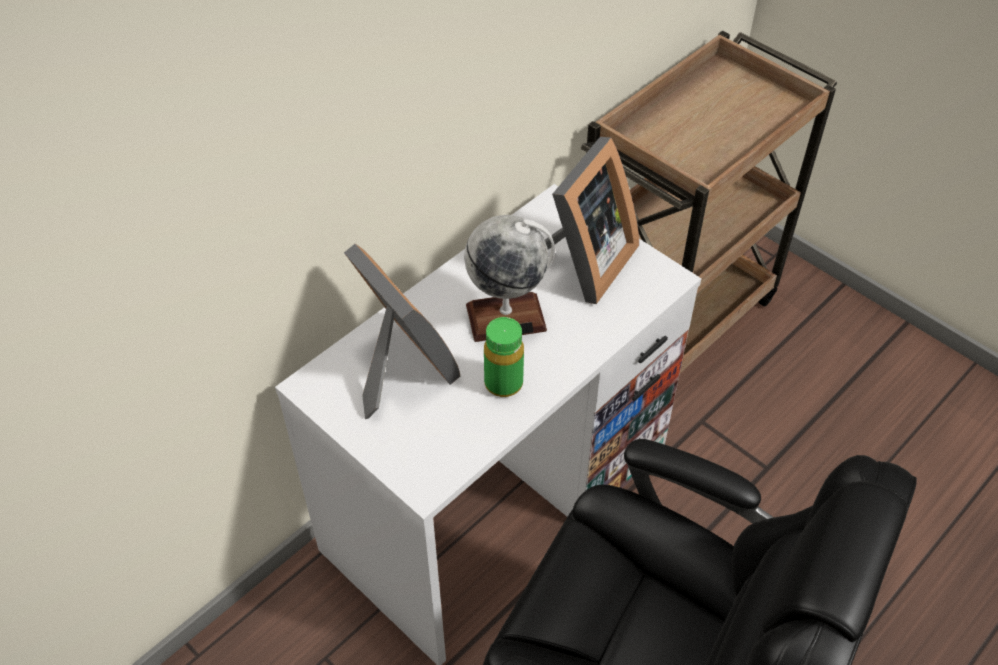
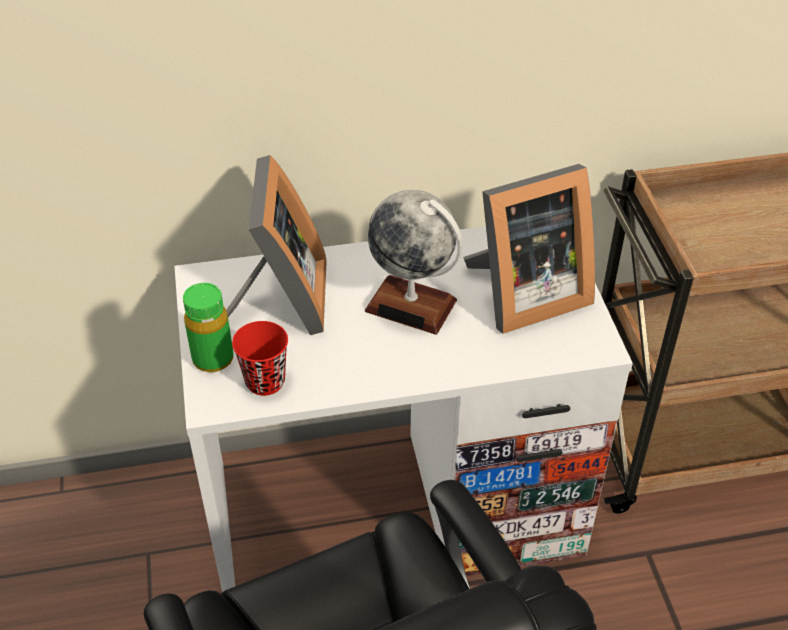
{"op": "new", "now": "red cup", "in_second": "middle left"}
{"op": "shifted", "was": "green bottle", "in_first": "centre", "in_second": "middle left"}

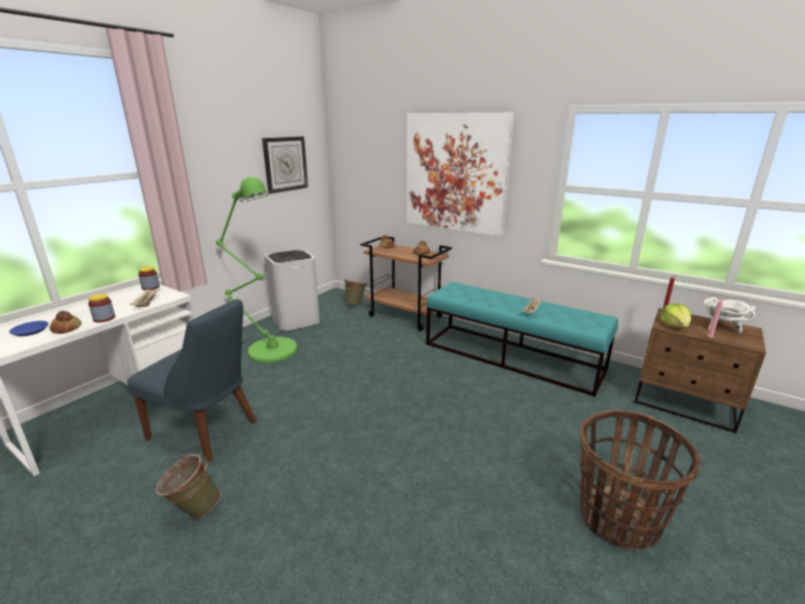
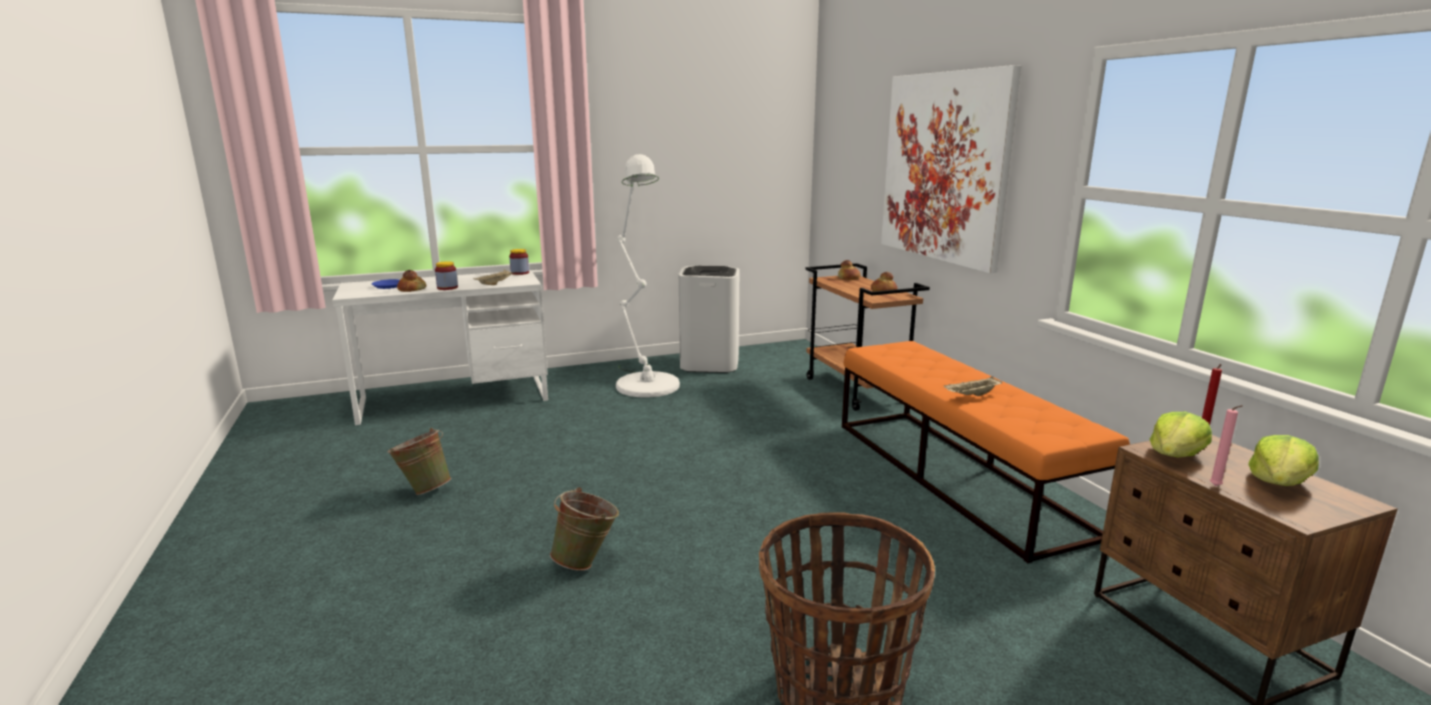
{"op": "gone", "was": "blue chair", "in_first": "middle left"}
{"op": "gone", "was": "wall clock", "in_first": "top centre"}
{"op": "shifted", "was": "green bucket (no. 2 from left)", "in_first": "centre", "in_second": "bottom centre"}
{"op": "swapped", "was": "white cooking pot", "now": "lettuce (no. 2 from left)", "in_first": "middle right", "in_second": "middle right"}
{"op": "repainted", "was": "green floor lamp", "now": "white floor lamp", "in_first": "middle left", "in_second": "centre"}
{"op": "repainted", "was": "turquoise bench", "now": "orange bench", "in_first": "centre", "in_second": "middle right"}

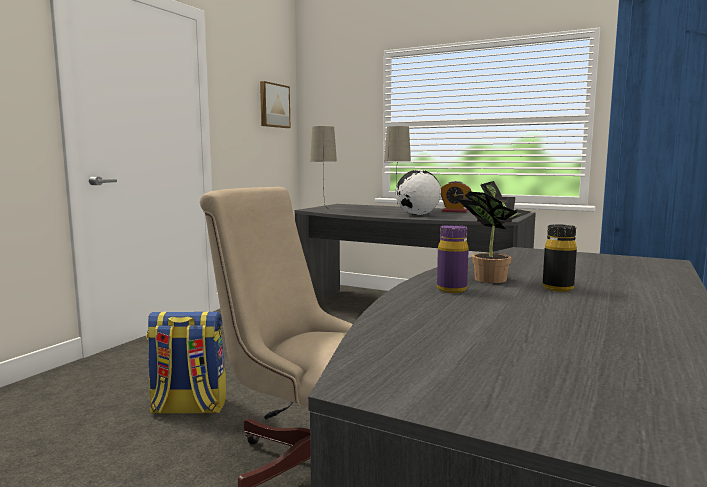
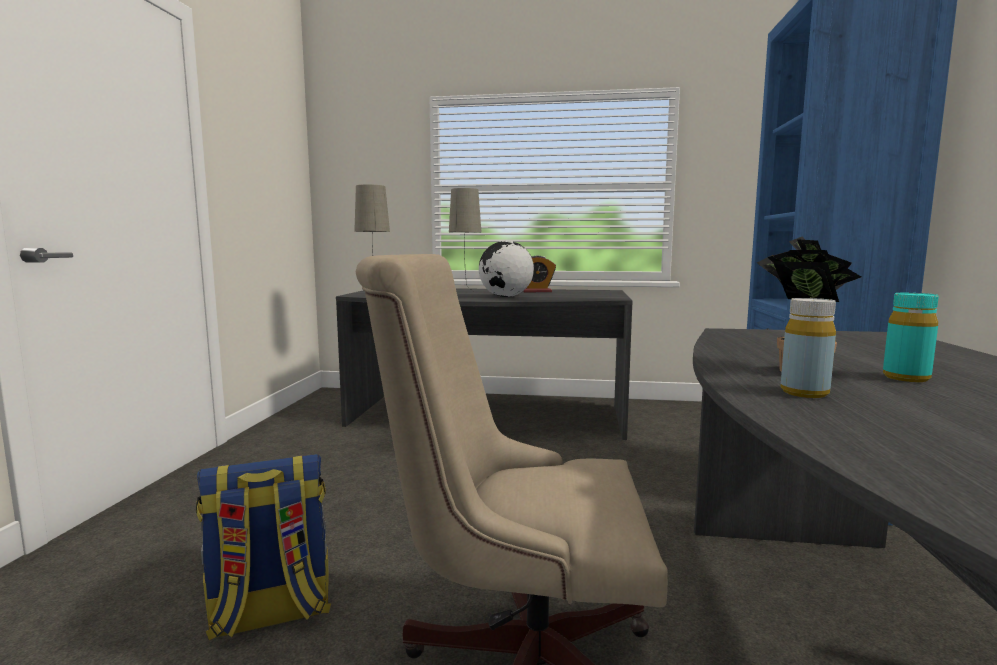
{"op": "gone", "was": "picture", "in_first": "top centre"}
{"op": "repainted", "was": "purple bottle", "now": "yellow bottle", "in_first": "centre", "in_second": "middle right"}
{"op": "repainted", "was": "black bottle", "now": "turquoise bottle", "in_first": "middle right", "in_second": "middle right"}

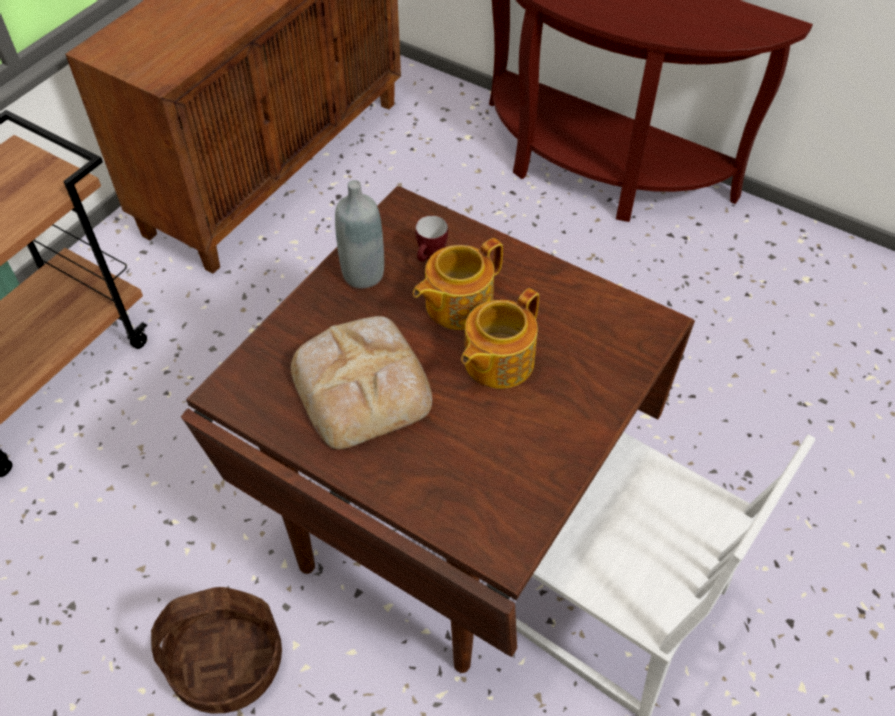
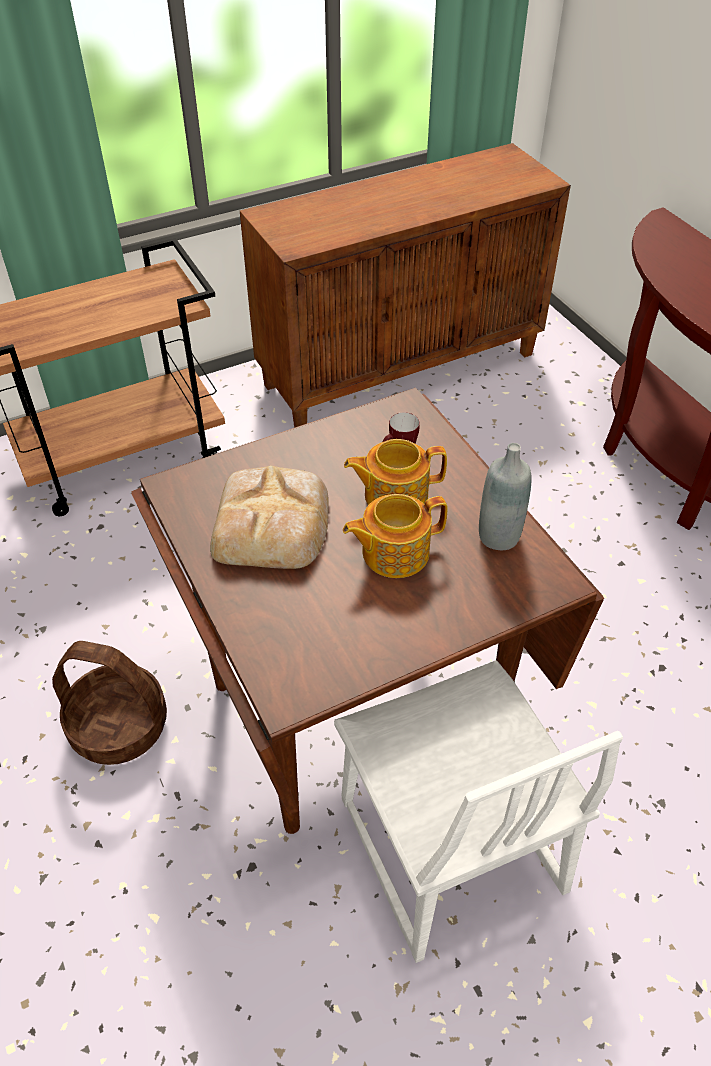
{"op": "shifted", "was": "grey bottle", "in_first": "top centre", "in_second": "middle right"}

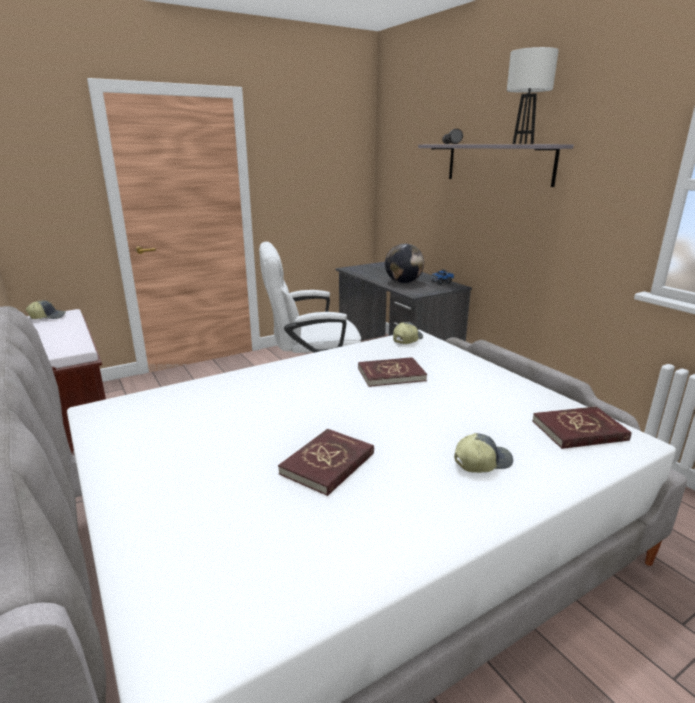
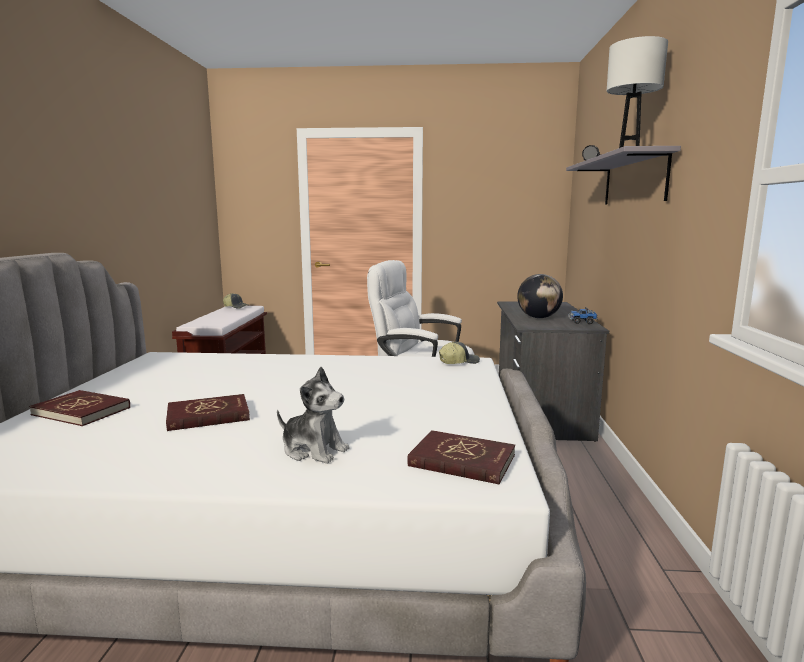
{"op": "shifted", "was": "red book (no. 2 from left in the first image)", "now": "red book (no. 1 from left)", "in_first": "centre", "in_second": "middle left"}
{"op": "swapped", "was": "cap (no. 3 from left)", "now": "plush toy", "in_first": "middle right", "in_second": "centre"}

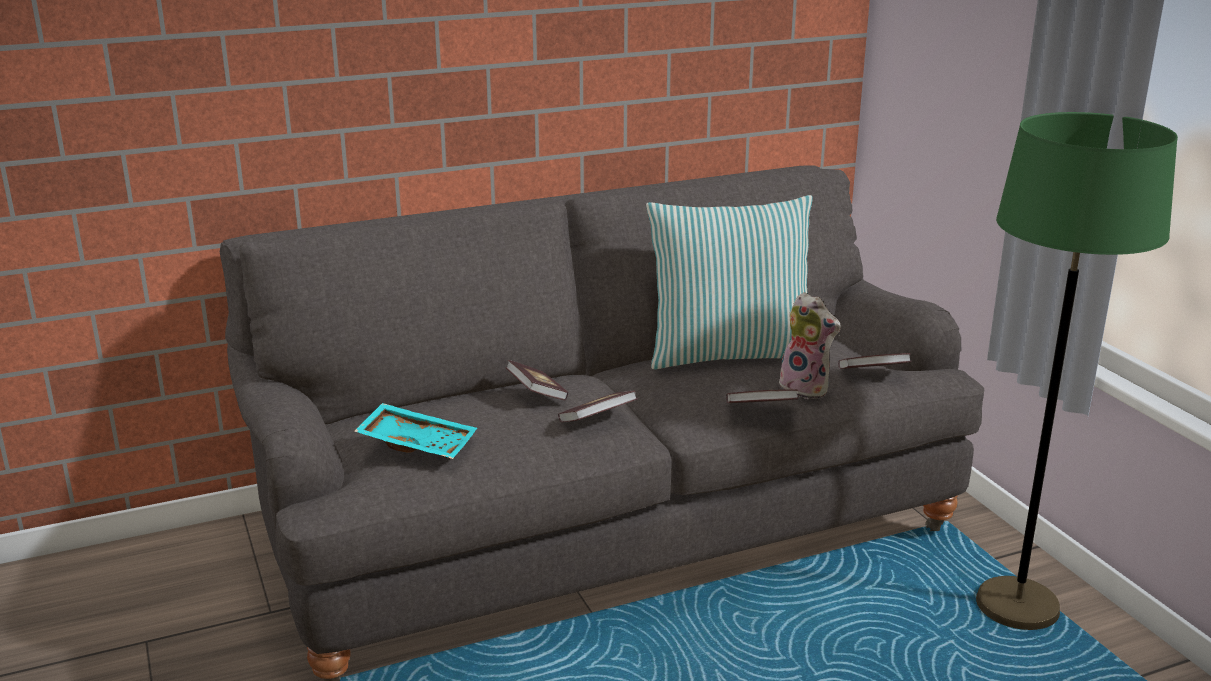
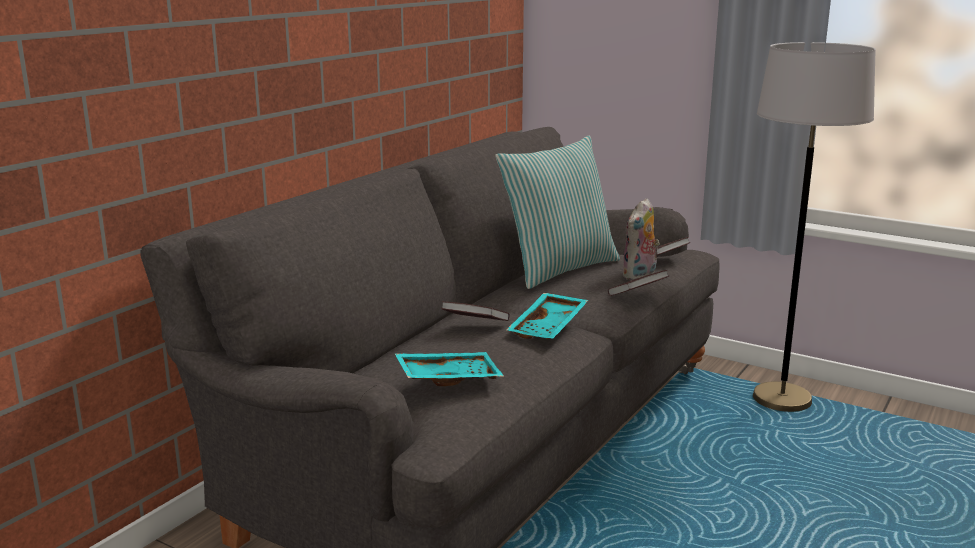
{"op": "swapped", "was": "book (no. 2 from left)", "now": "turquoise tray (no. 2 from left)", "in_first": "centre", "in_second": "centre"}
{"op": "repainted", "was": "green floor lamp", "now": "grey floor lamp", "in_first": "middle right", "in_second": "middle right"}
{"op": "rotated", "was": "plush toy", "in_first": "middle right", "in_second": "centre", "clockwise": 120}

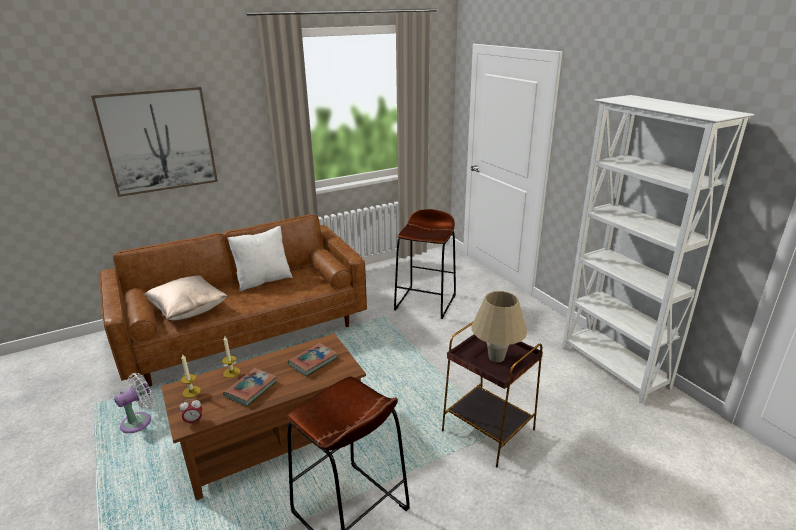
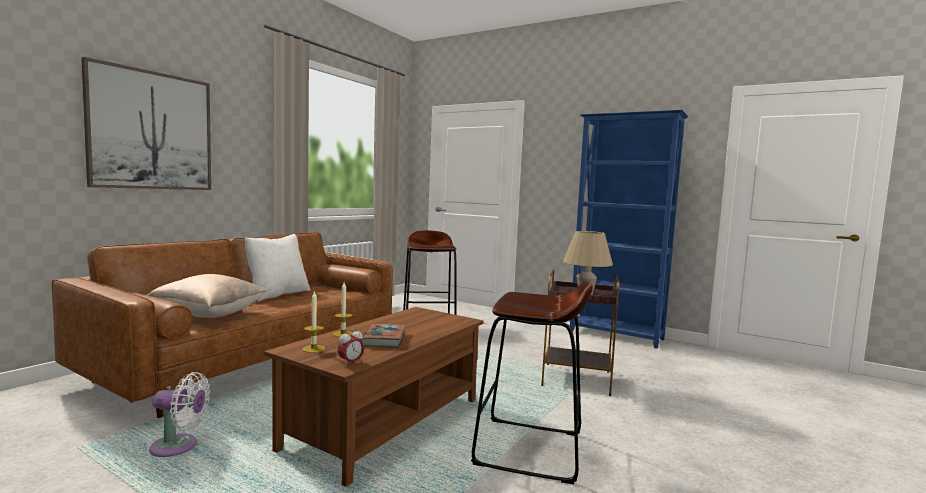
{"op": "gone", "was": "book (no. 2 from left)", "in_first": "bottom centre"}
{"op": "repainted", "was": "white bookcase", "now": "blue bookcase", "in_first": "middle right", "in_second": "middle right"}
{"op": "rotated", "was": "white fan", "in_first": "bottom left", "in_second": "bottom left", "clockwise": 75}

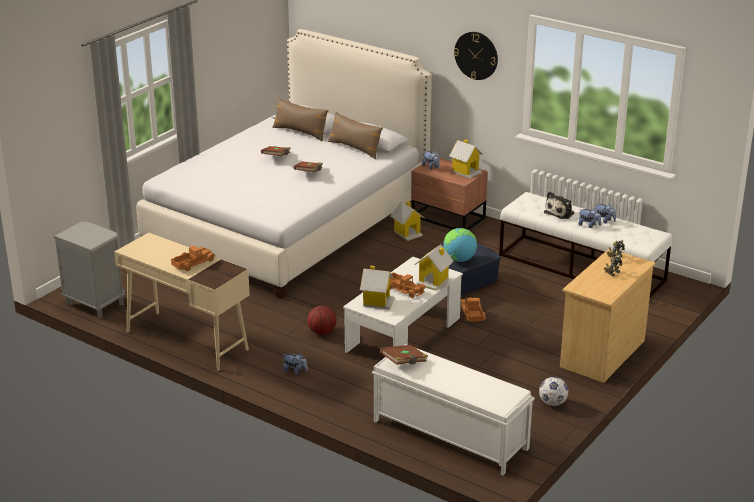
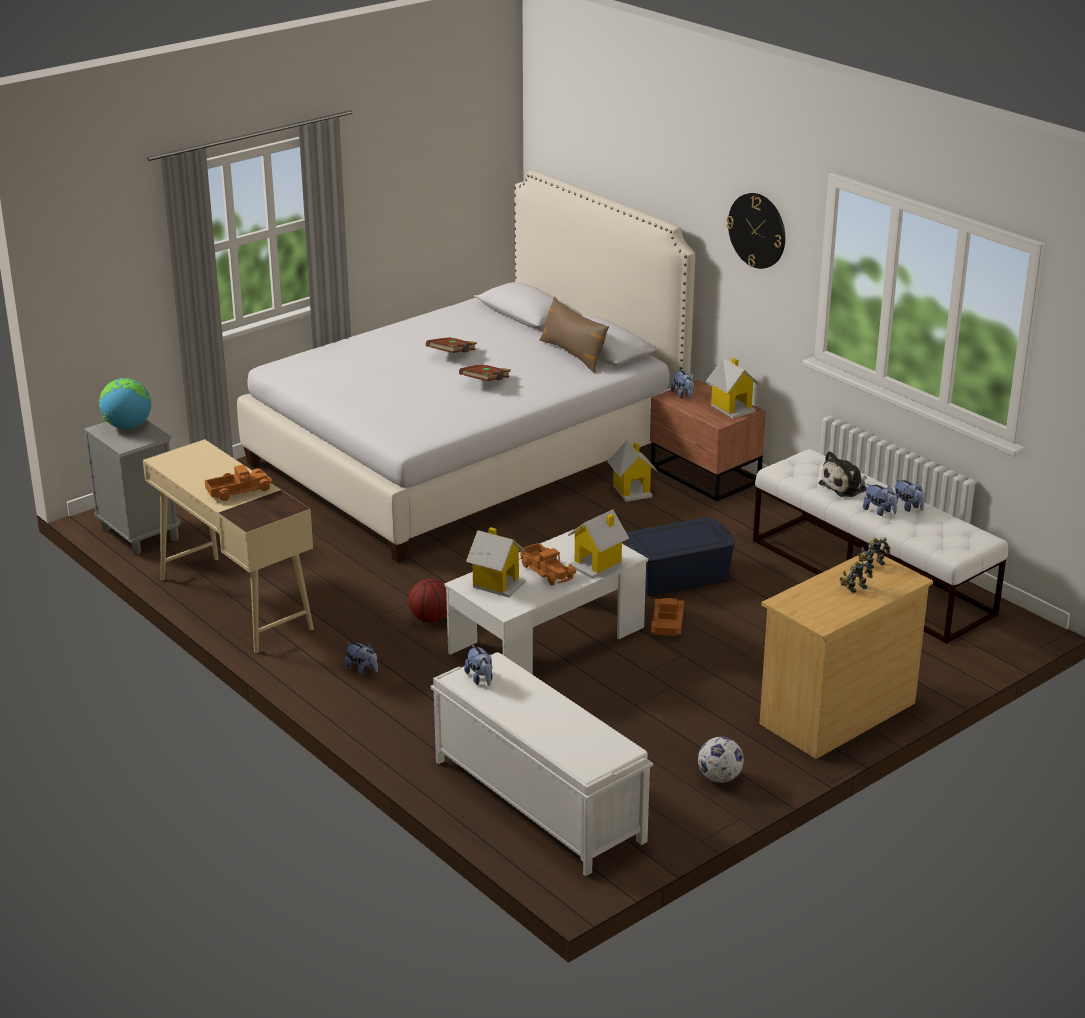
{"op": "gone", "was": "brown pillow (no. 1 from left)", "in_first": "top centre"}
{"op": "shifted", "was": "globe", "in_first": "centre", "in_second": "middle left"}
{"op": "swapped", "was": "brown book (no. 3 from left)", "now": "plush toy (no. 2 from left)", "in_first": "bottom centre", "in_second": "centre"}

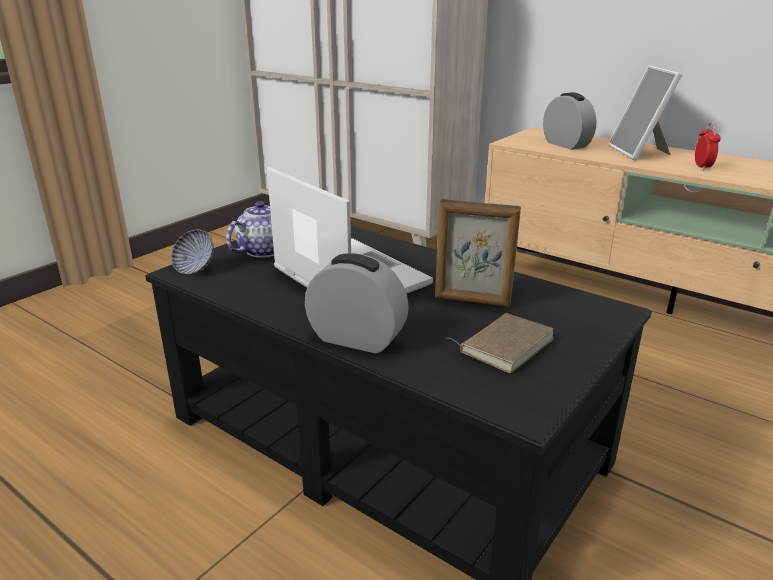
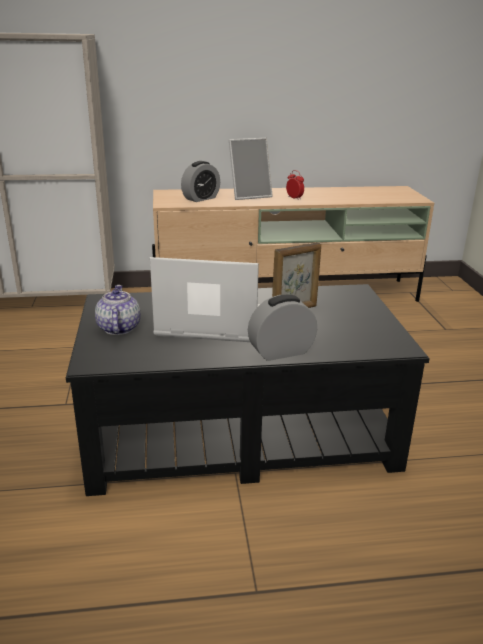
{"op": "gone", "was": "bowl", "in_first": "middle left"}
{"op": "gone", "was": "brown book", "in_first": "centre"}
{"op": "rotated", "was": "alarm clock (no. 2 from left in the first image)", "in_first": "top right", "in_second": "top centre", "clockwise": 120}
{"op": "rotated", "was": "picture frame (no. 2 from left in the first image)", "in_first": "top right", "in_second": "top centre", "clockwise": -60}

